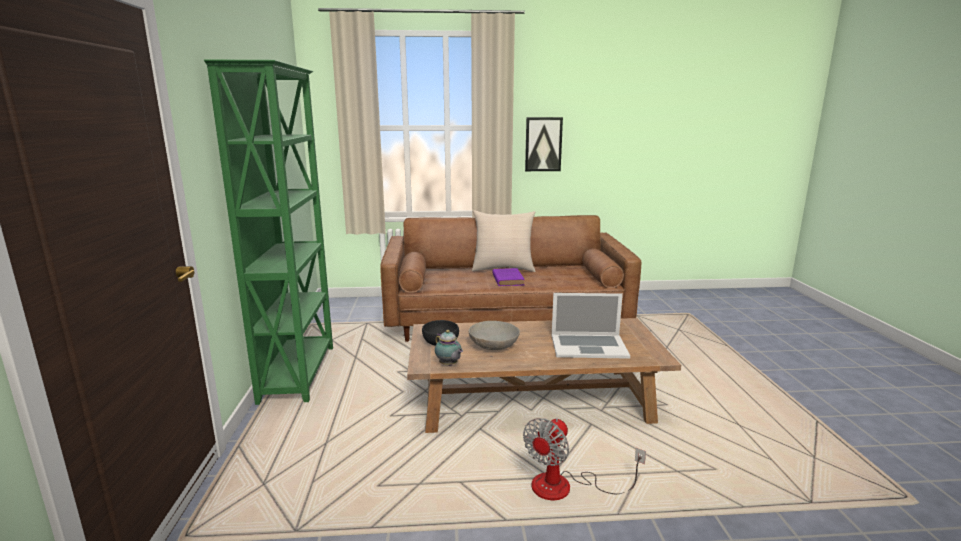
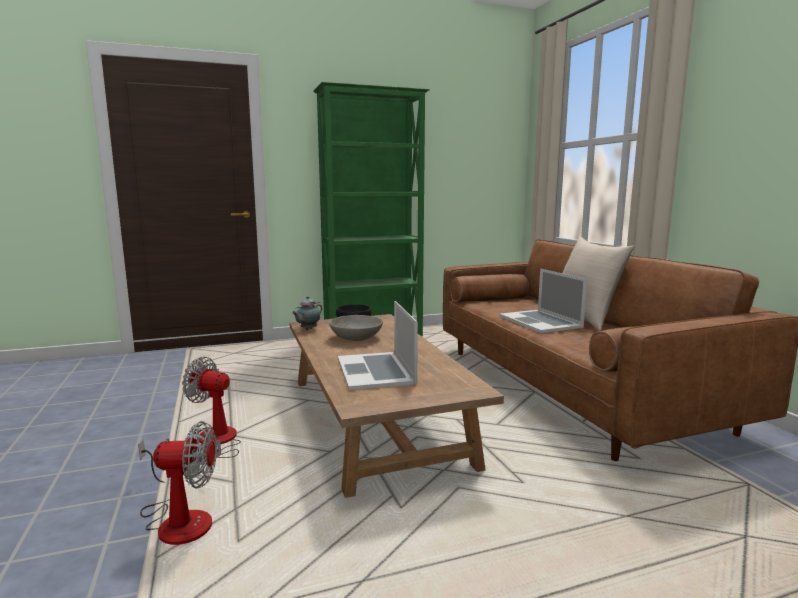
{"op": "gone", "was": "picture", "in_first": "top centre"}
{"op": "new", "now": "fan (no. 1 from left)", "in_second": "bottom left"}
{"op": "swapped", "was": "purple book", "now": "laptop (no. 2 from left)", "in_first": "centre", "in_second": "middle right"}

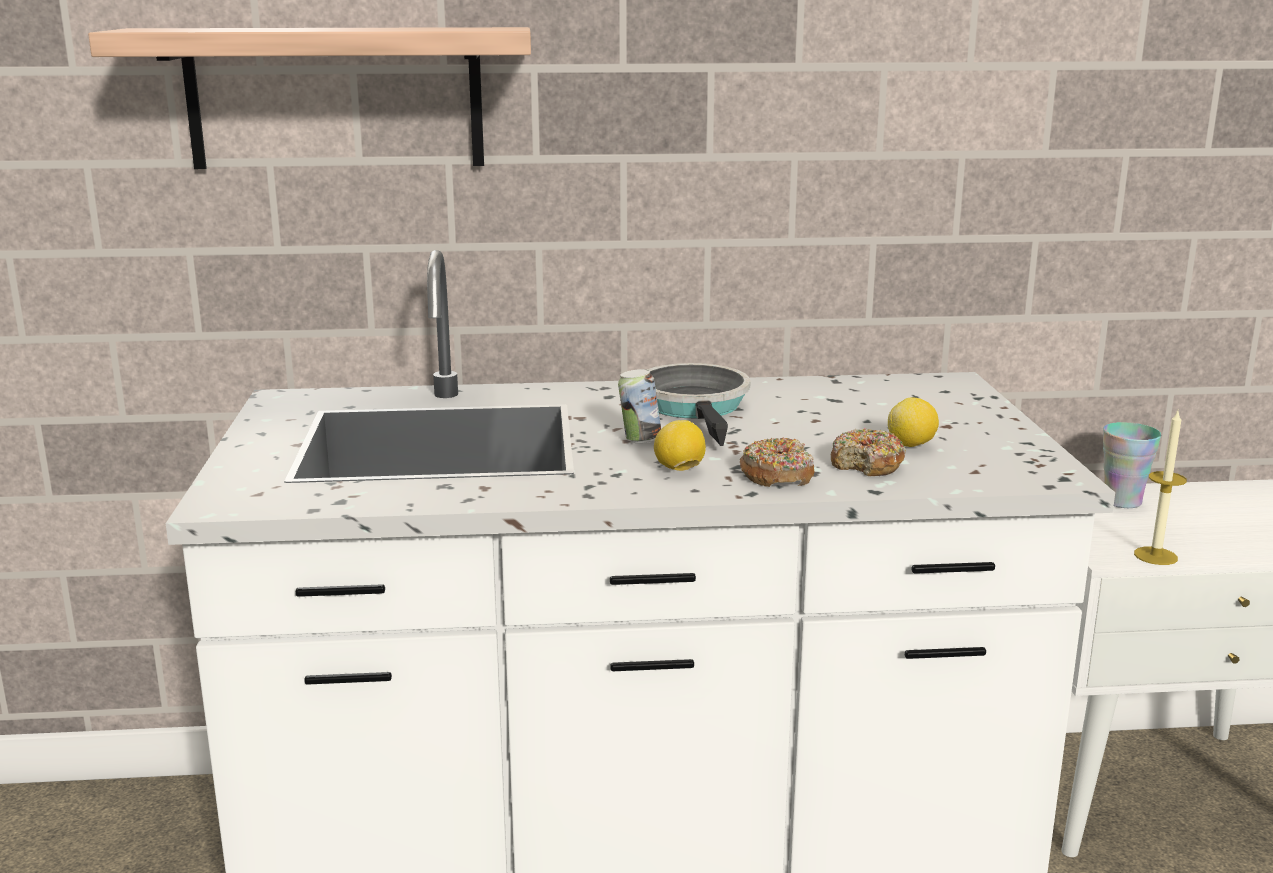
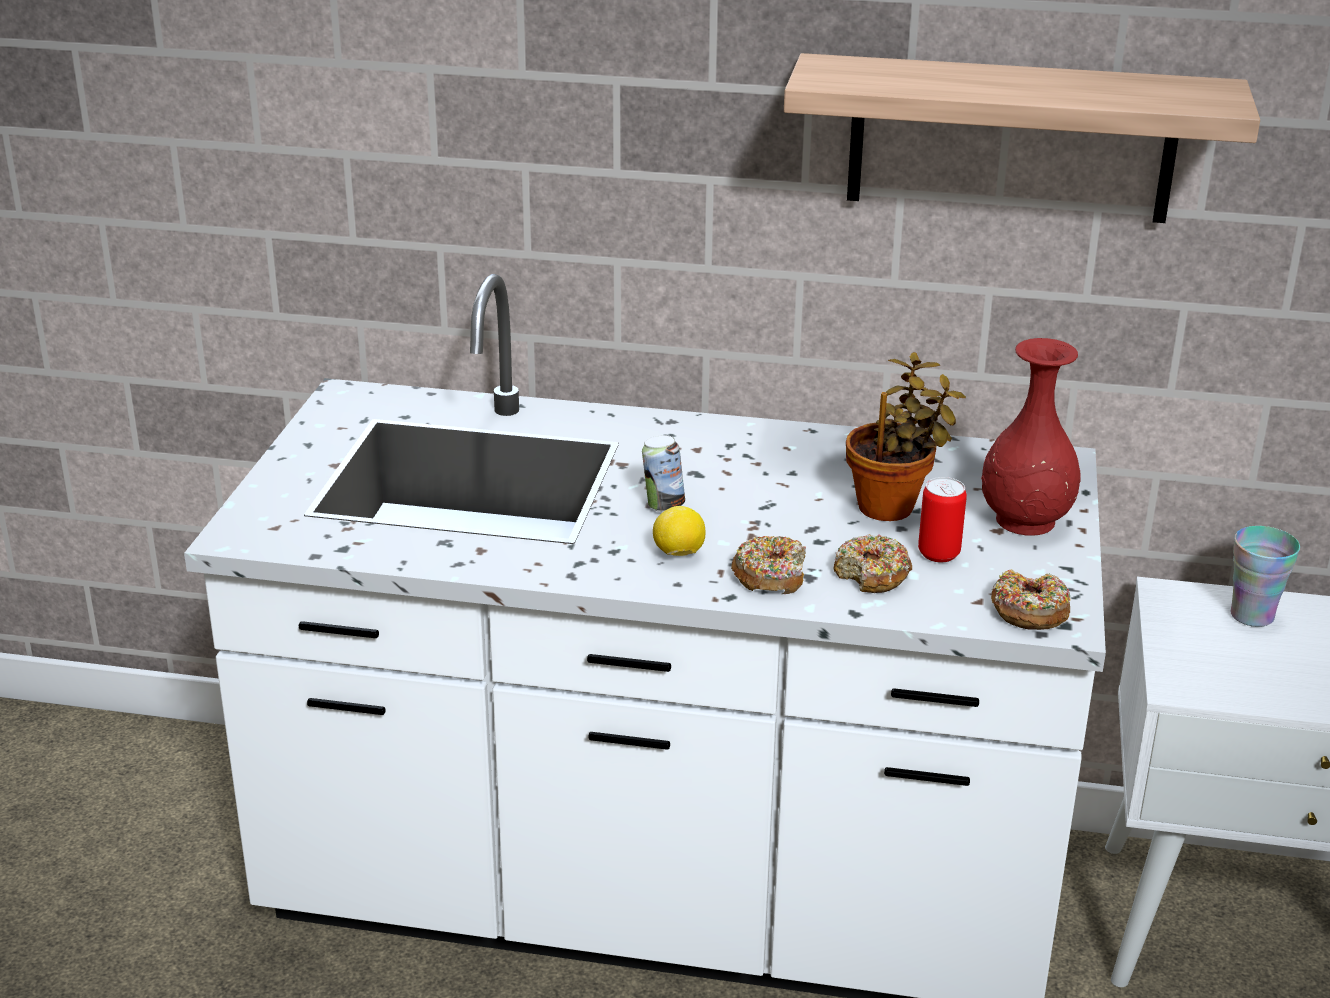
{"op": "gone", "was": "frying pan", "in_first": "centre"}
{"op": "gone", "was": "candle", "in_first": "middle right"}
{"op": "new", "now": "potted plant", "in_second": "middle right"}
{"op": "new", "now": "red vase", "in_second": "middle right"}
{"op": "new", "now": "donut (no. 3 from left)", "in_second": "middle right"}
{"op": "shifted", "was": "shelf", "in_first": "top left", "in_second": "top right"}
{"op": "swapped", "was": "lemon (no. 2 from left)", "now": "can (no. 2 from left)", "in_first": "middle right", "in_second": "middle right"}

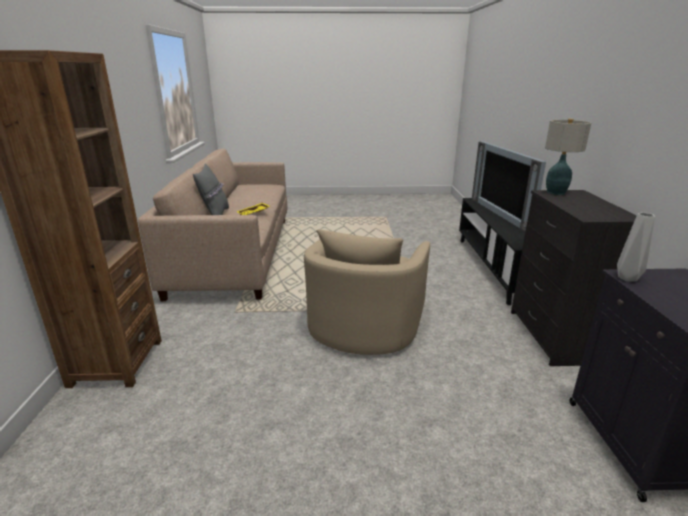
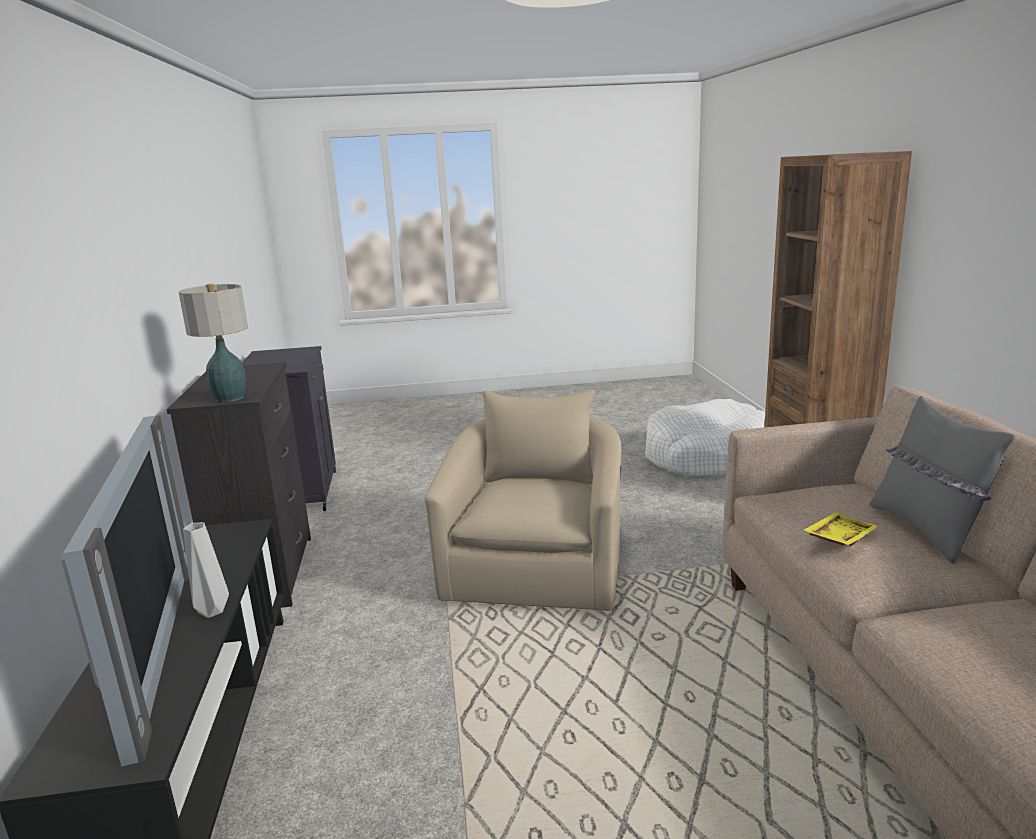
{"op": "new", "now": "white dog bed", "in_second": "middle right"}
{"op": "shifted", "was": "grey vase", "in_first": "middle right", "in_second": "bottom left"}

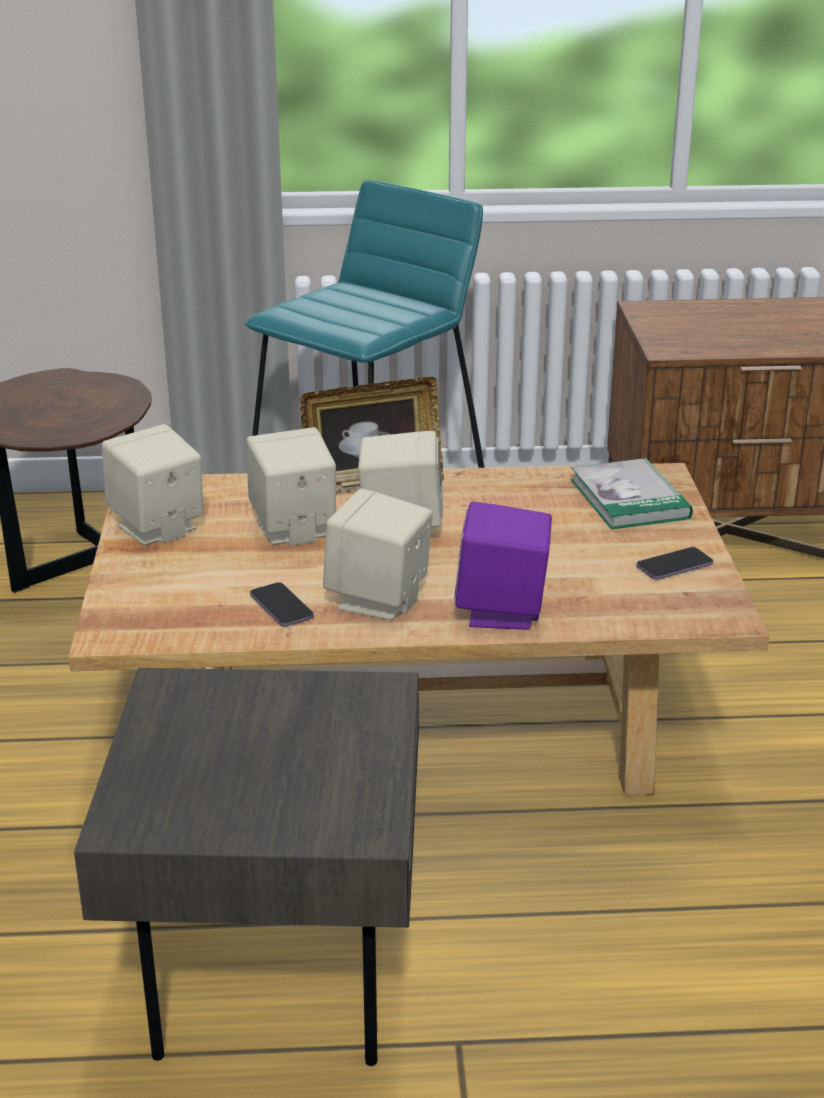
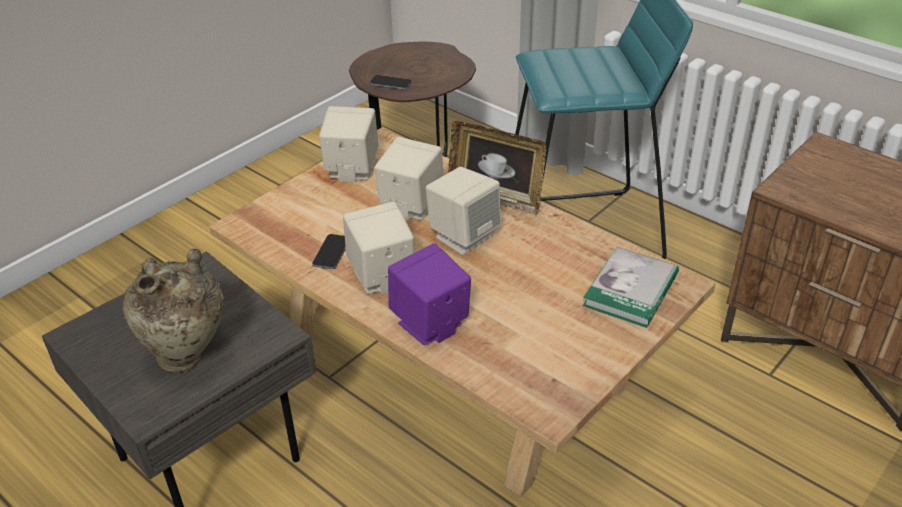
{"op": "new", "now": "beige vase", "in_second": "middle left"}
{"op": "shifted", "was": "phone (no. 2 from left)", "in_first": "middle right", "in_second": "top centre"}

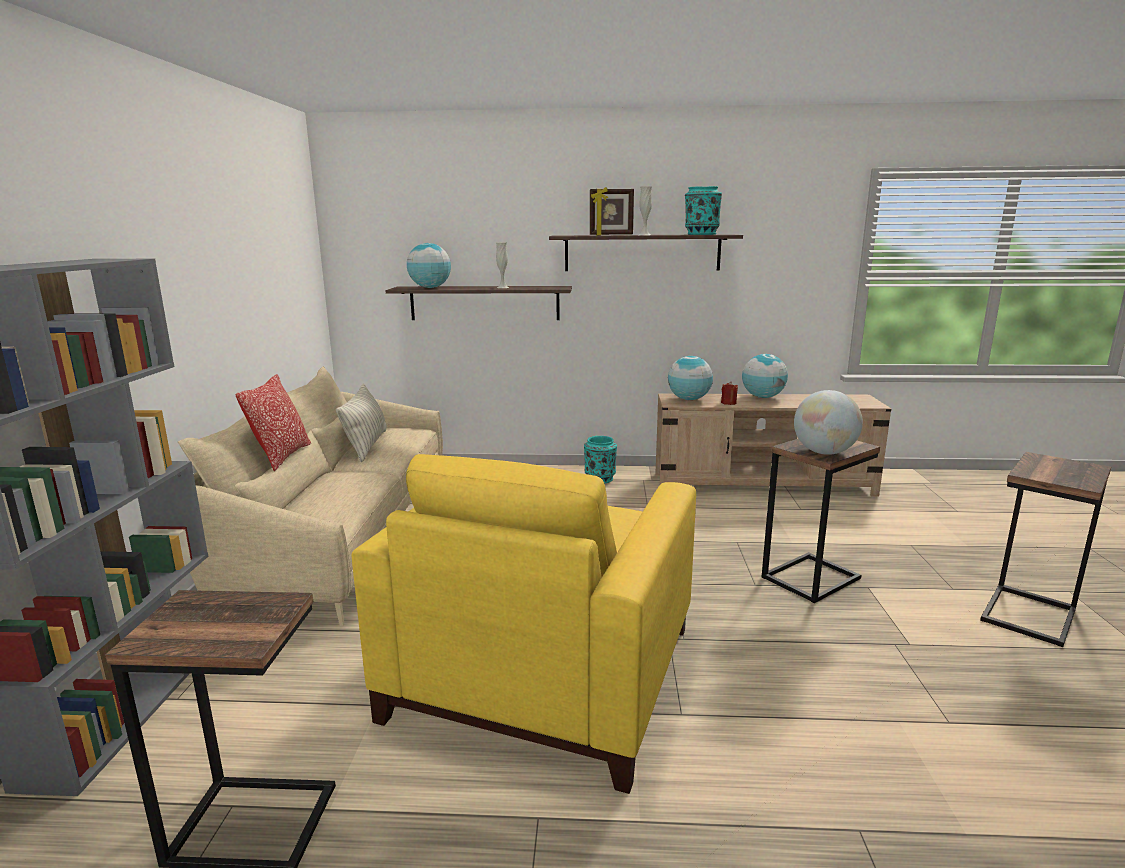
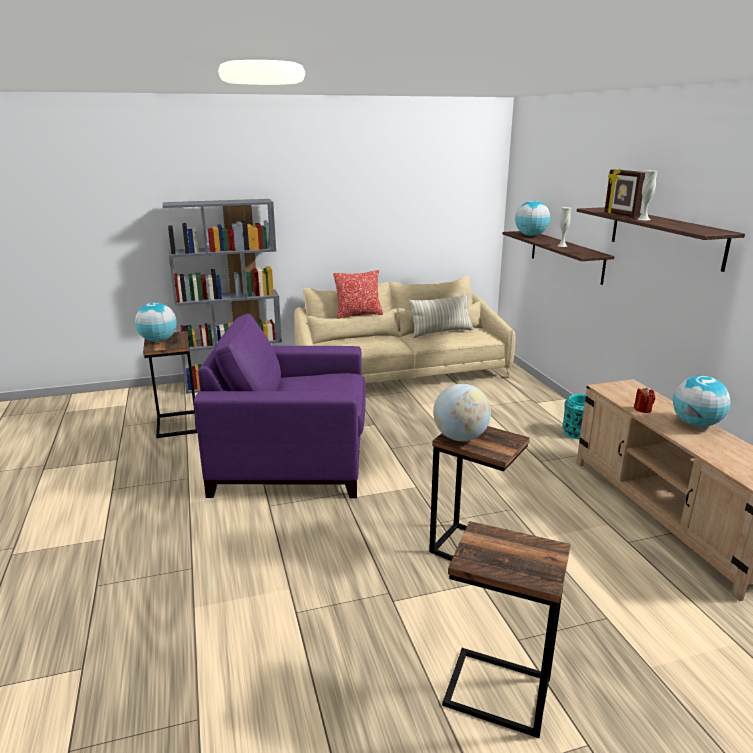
{"op": "gone", "was": "turquoise vase (no. 2 from left)", "in_first": "top centre"}
{"op": "shifted", "was": "globe (no. 2 from left in the first image)", "now": "globe (no. 1 from left)", "in_first": "centre", "in_second": "middle left"}
{"op": "repainted", "was": "yellow armchair", "now": "purple armchair", "in_first": "bottom centre", "in_second": "centre"}

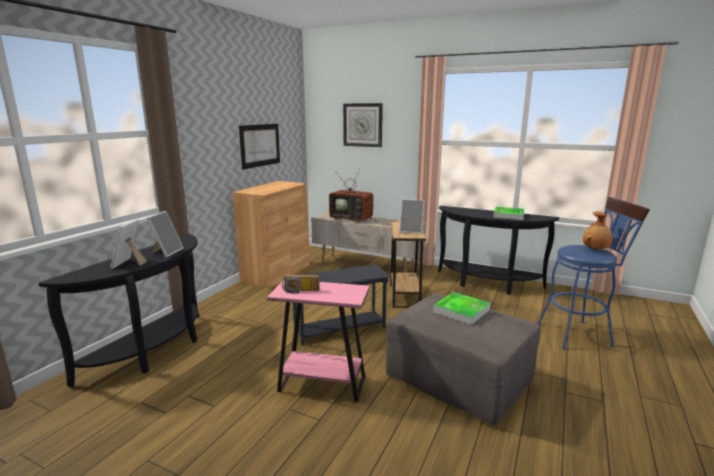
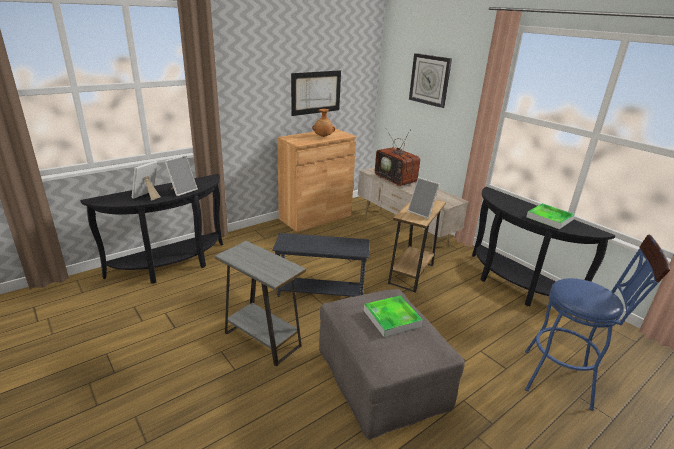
{"op": "gone", "was": "radio", "in_first": "centre"}
{"op": "shifted", "was": "brown vase", "in_first": "middle right", "in_second": "top centre"}
{"op": "repainted", "was": "pink side table", "now": "grey side table (no. 1 from left)", "in_first": "bottom centre", "in_second": "bottom centre"}

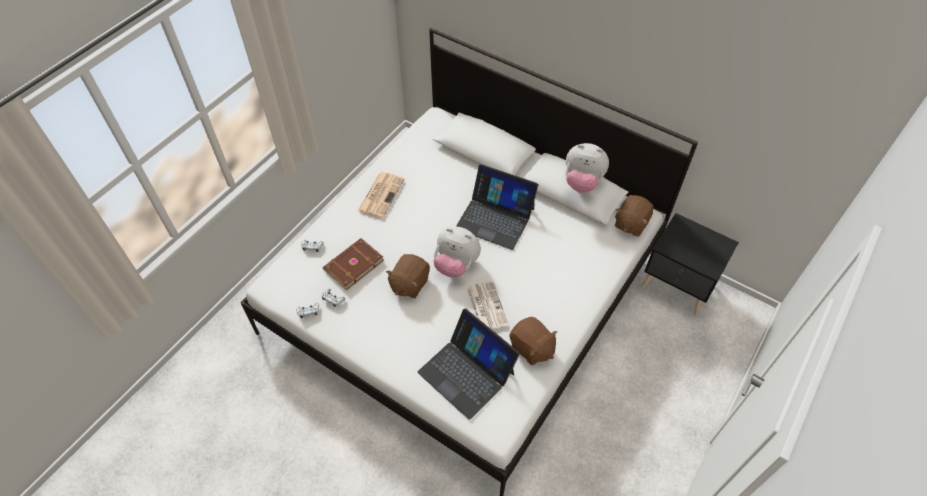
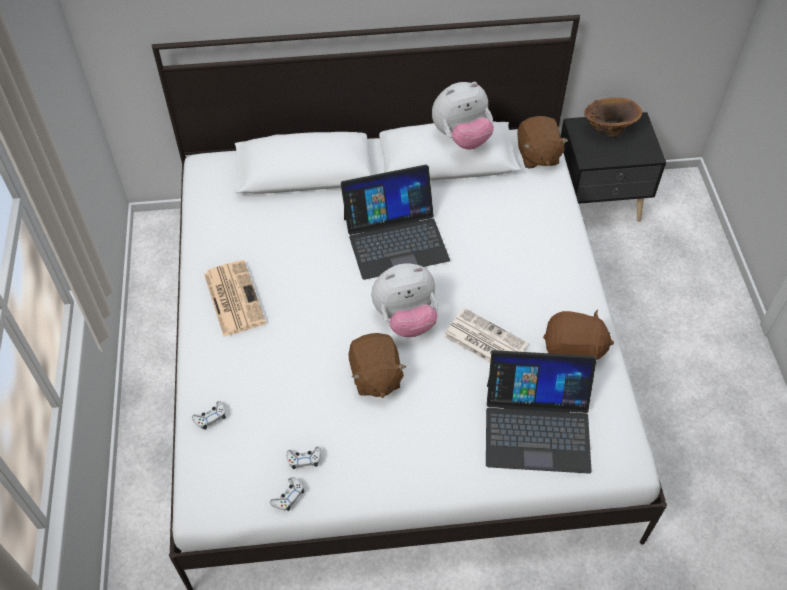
{"op": "gone", "was": "brown book", "in_first": "centre"}
{"op": "new", "now": "brown vase", "in_second": "top right"}

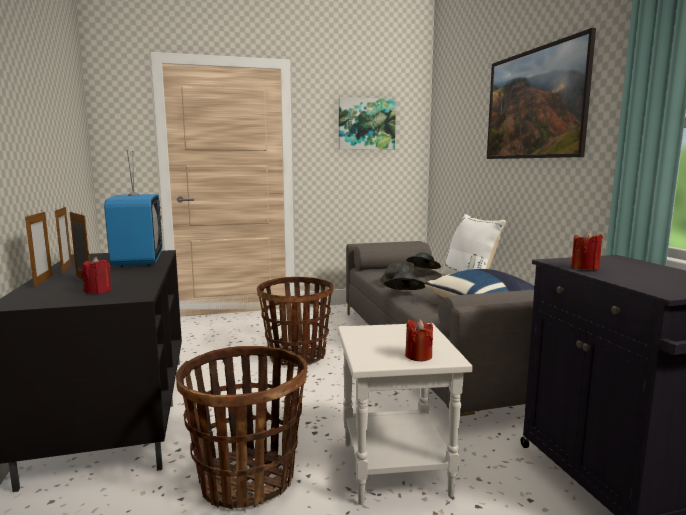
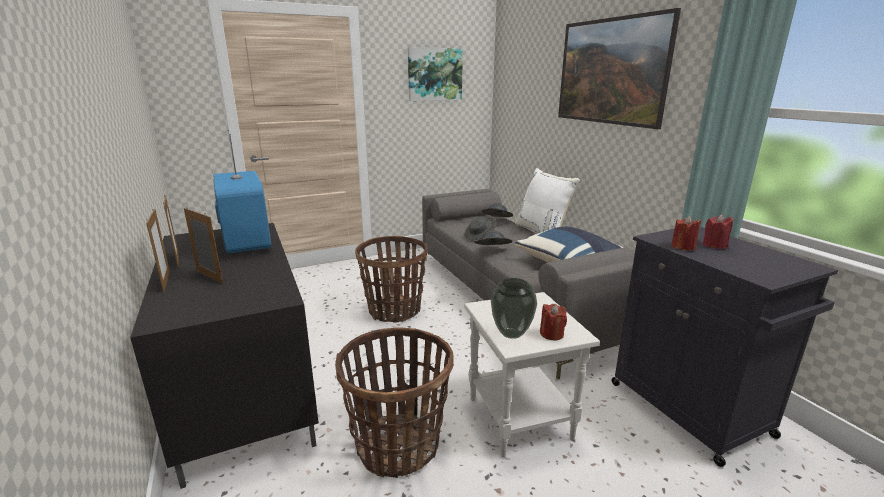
{"op": "new", "now": "vase", "in_second": "centre"}
{"op": "shifted", "was": "red candle (no. 1 from left in the first image)", "now": "red candle (no. 3 from left)", "in_first": "middle left", "in_second": "middle right"}

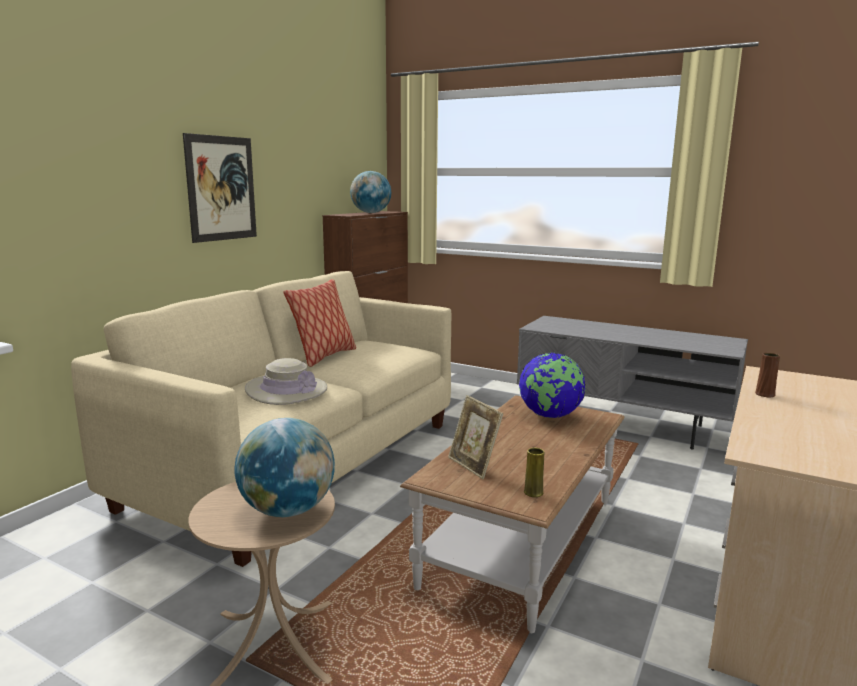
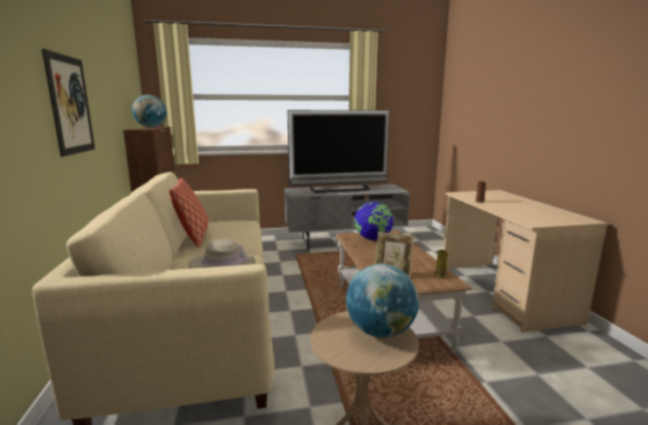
{"op": "new", "now": "television", "in_second": "centre"}

